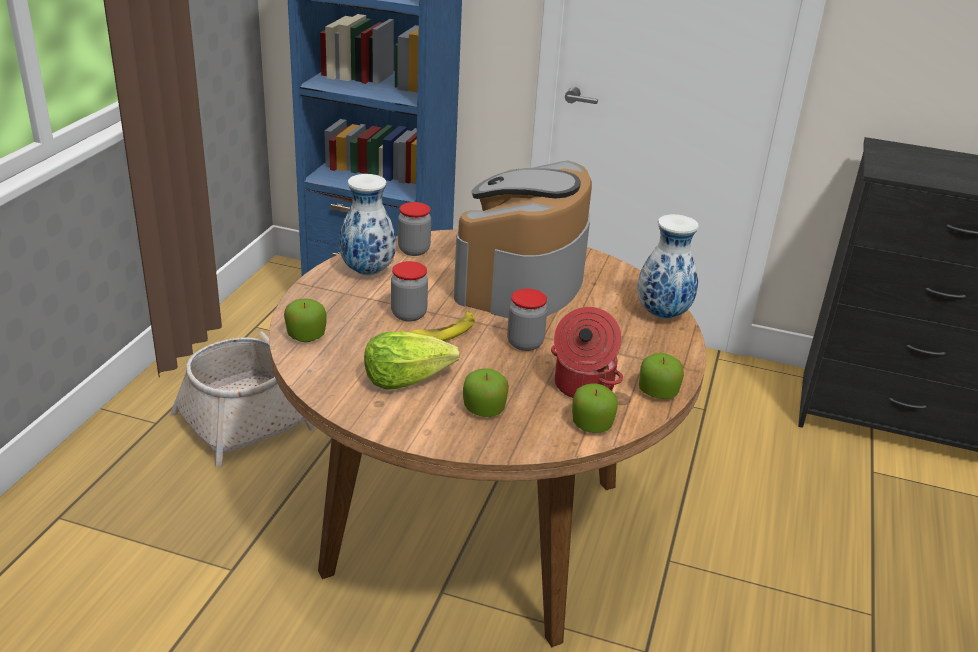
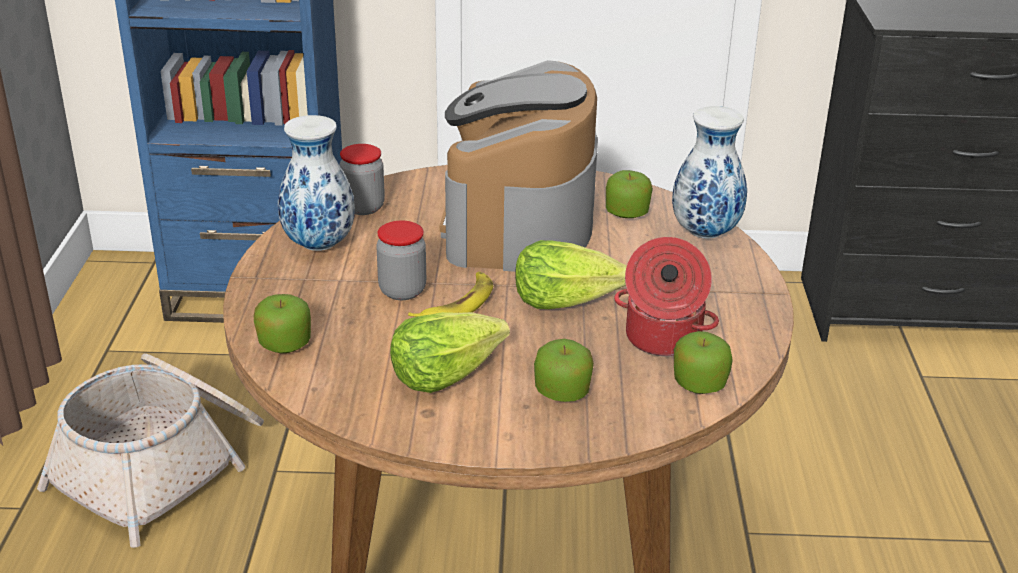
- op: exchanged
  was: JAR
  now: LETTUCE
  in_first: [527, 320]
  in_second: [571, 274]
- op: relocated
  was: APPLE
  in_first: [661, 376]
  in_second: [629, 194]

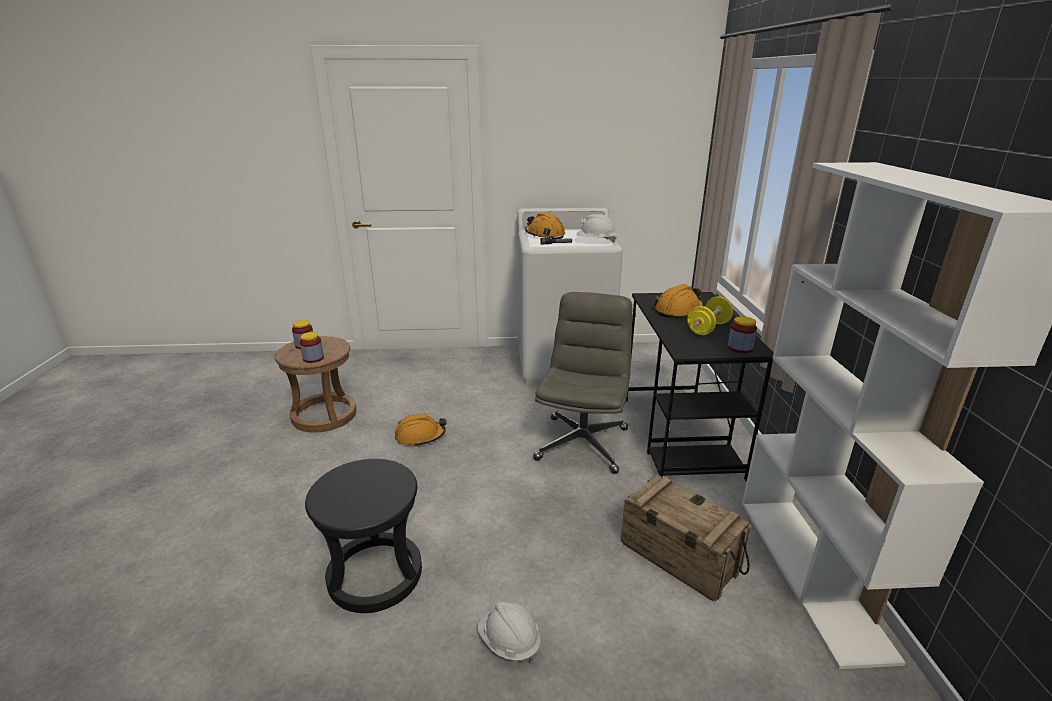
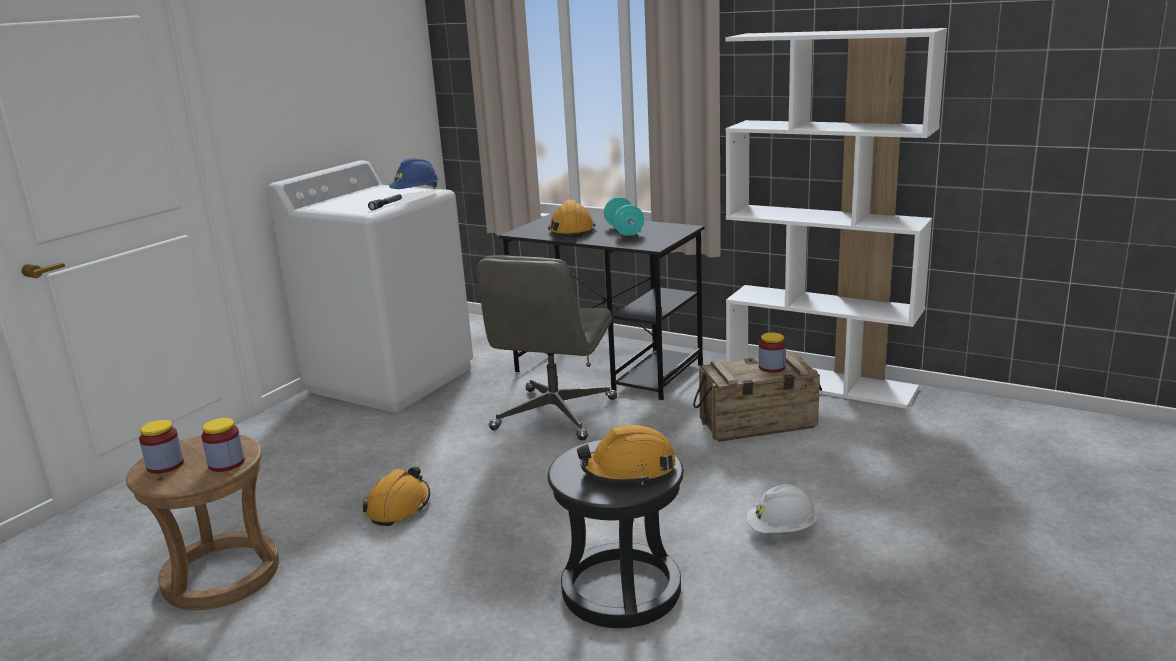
- op: relocated
  was: ORANGE HARD HAT
  in_first: [545, 225]
  in_second: [626, 455]
- op: colour
  was: WHITE HARD HAT
  now: BLUE HARD HAT
  in_first: [597, 228]
  in_second: [414, 173]
- op: spun
  was: GREY OFFICE CHAIR
  in_first: [582, 383]
  in_second: [547, 347]
  clockwise: -120
- op: colour
  was: YELLOW DUMBBELL
  now: TURQUOISE DUMBBELL
  in_first: [710, 315]
  in_second: [624, 216]
- op: relocated
  was: JAR
  in_first: [742, 334]
  in_second: [772, 352]

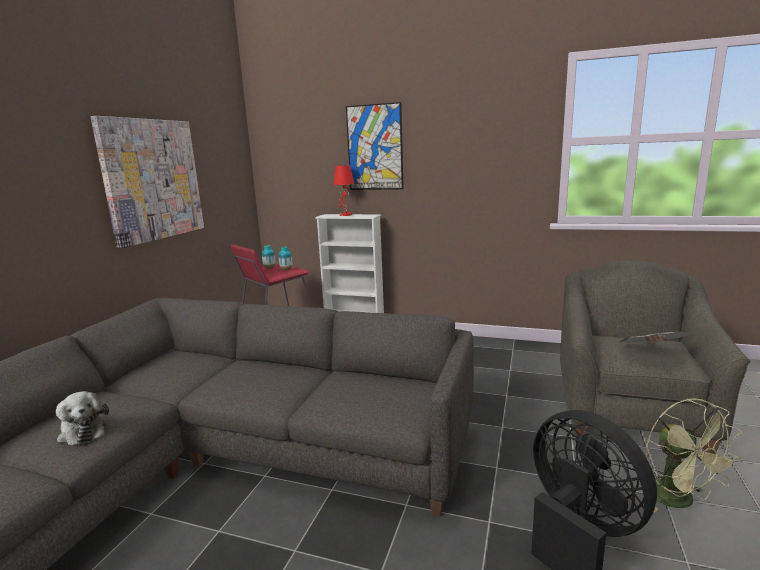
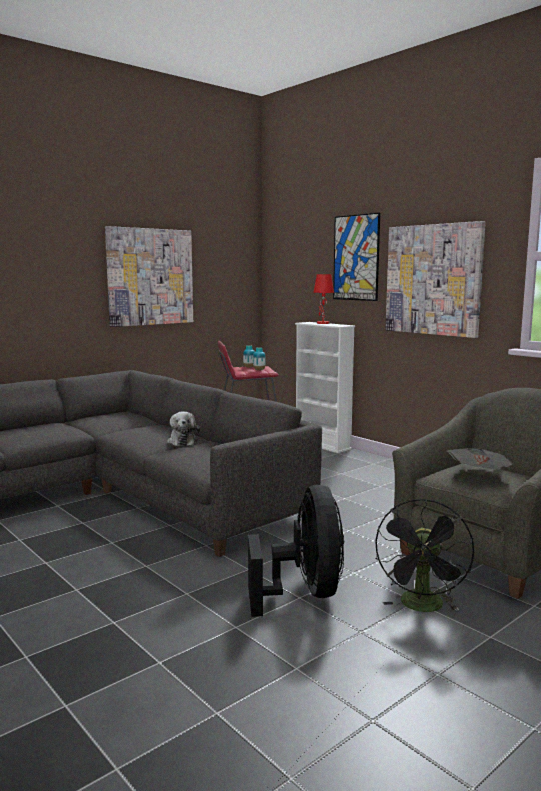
- op: relocated
  was: PLUSH TOY
  in_first: [82, 418]
  in_second: [183, 428]
- op: colour
  was: GREEN FAN
  now: BLACK FAN
  in_first: [694, 456]
  in_second: [424, 555]
- op: appeared
  now: PICTURE
  in_second: [436, 279]

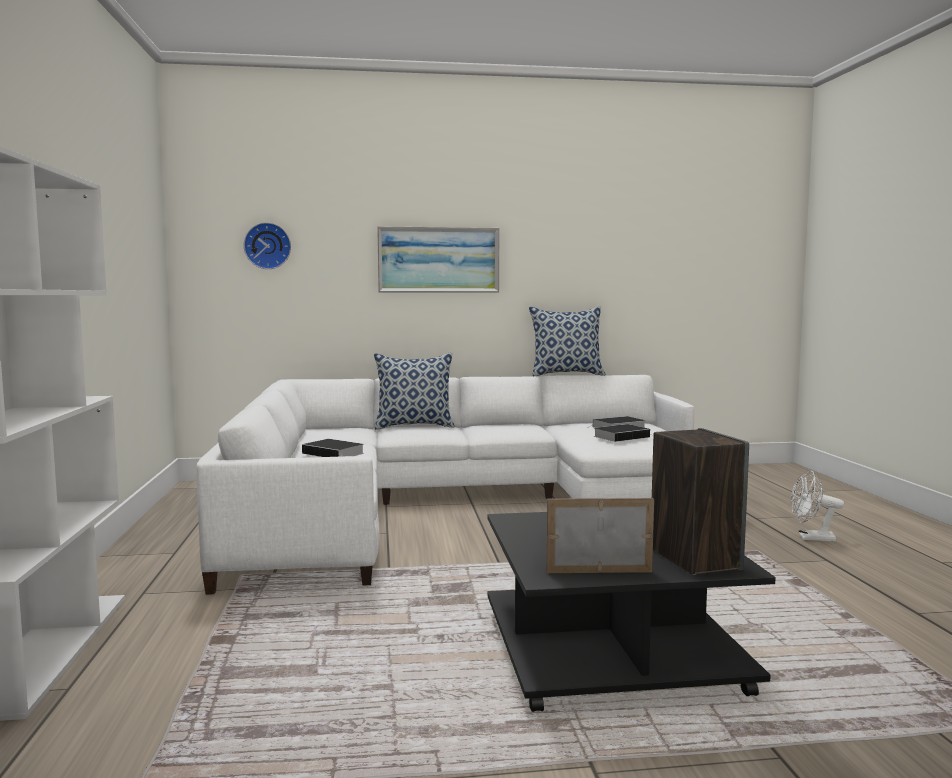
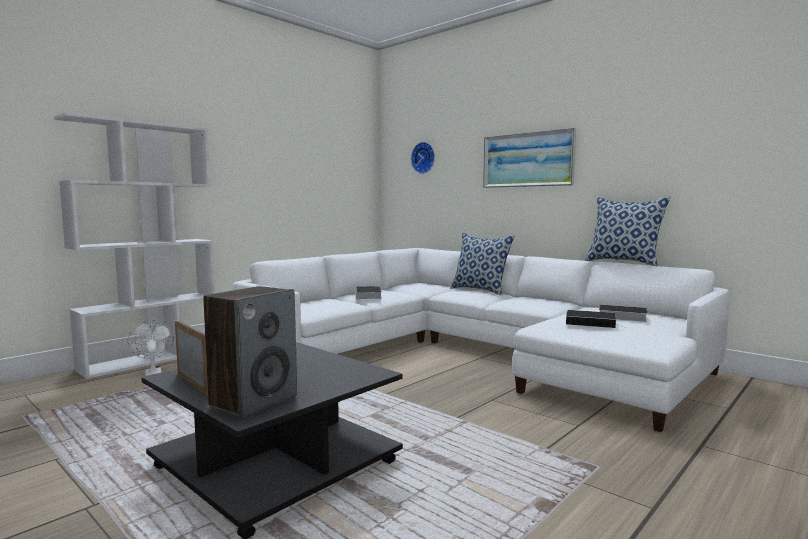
- op: relocated
  was: WHITE FAN
  in_first: [817, 506]
  in_second: [151, 348]

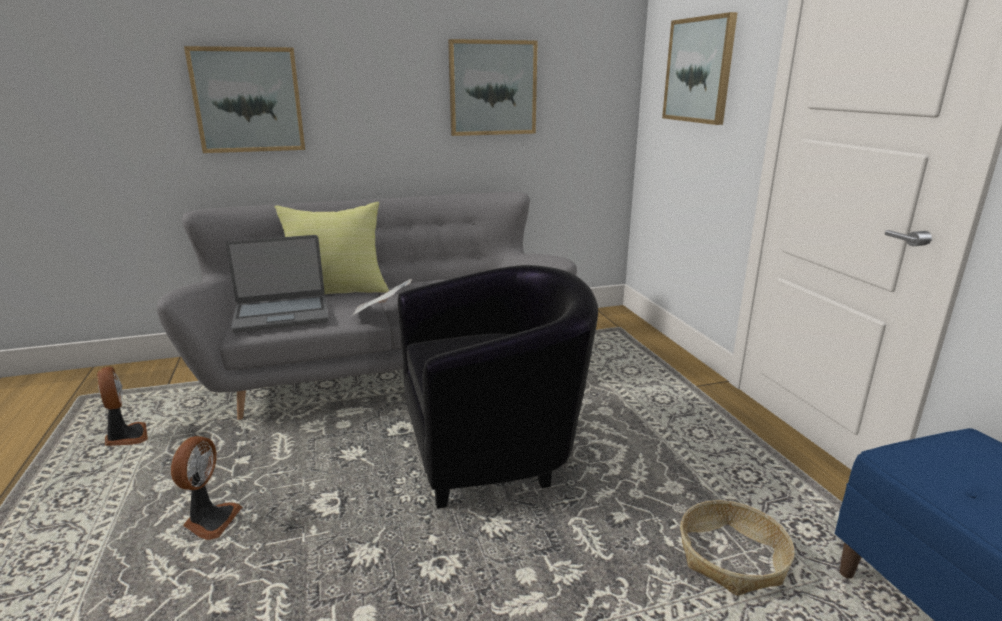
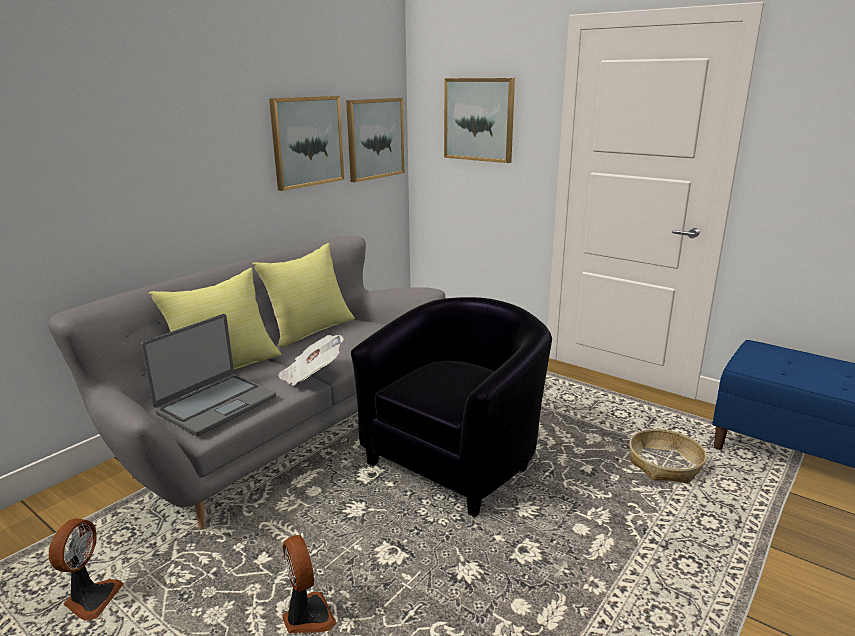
- op: relocated
  was: PICTURE
  in_first: [244, 99]
  in_second: [375, 140]
- op: spun
  was: FAN
  in_first: [122, 406]
  in_second: [86, 569]
  clockwise: 75
- op: appeared
  now: YELLOW PILLOW
  in_second: [303, 295]

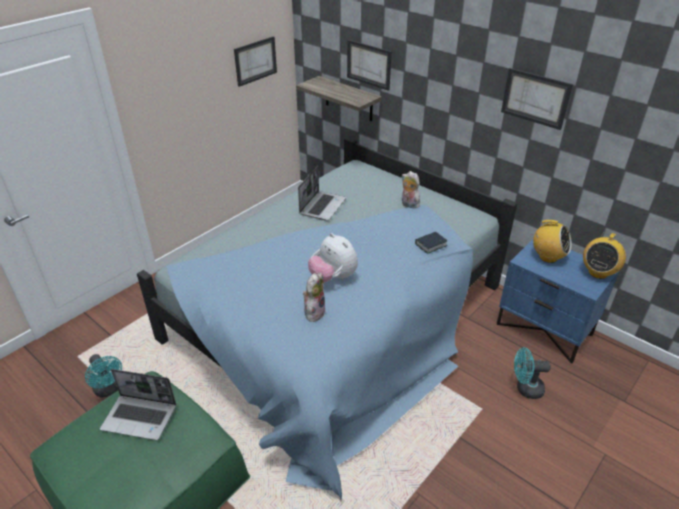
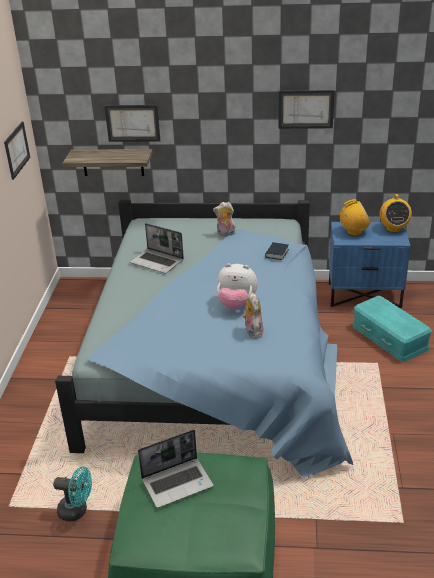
- op: spun
  was: LAPTOP
  in_first: [322, 193]
  in_second: [157, 248]
  clockwise: 135
- op: exchanged
  was: TURQUOISE FAN
  now: TURQUOISE STORAGE BOX
  in_first: [532, 373]
  in_second: [392, 329]

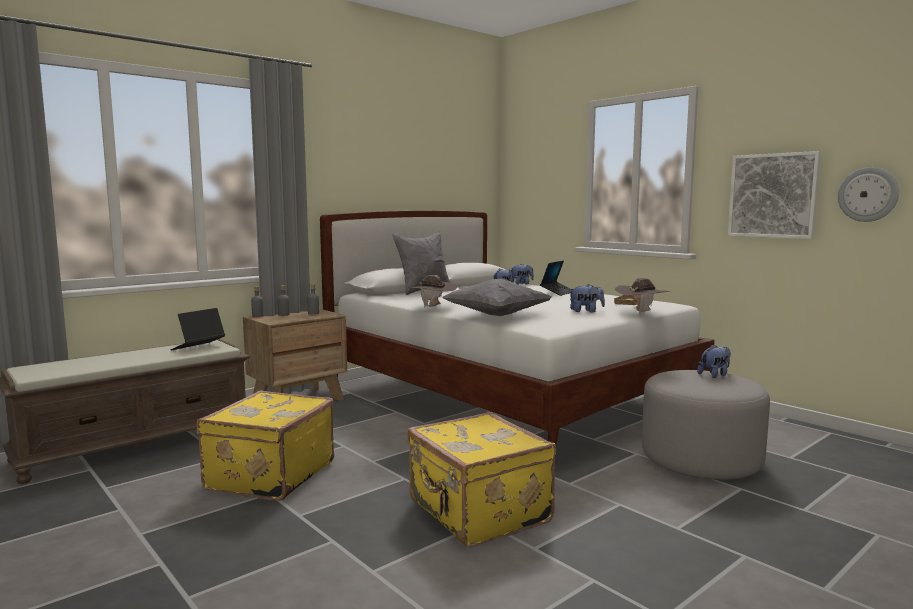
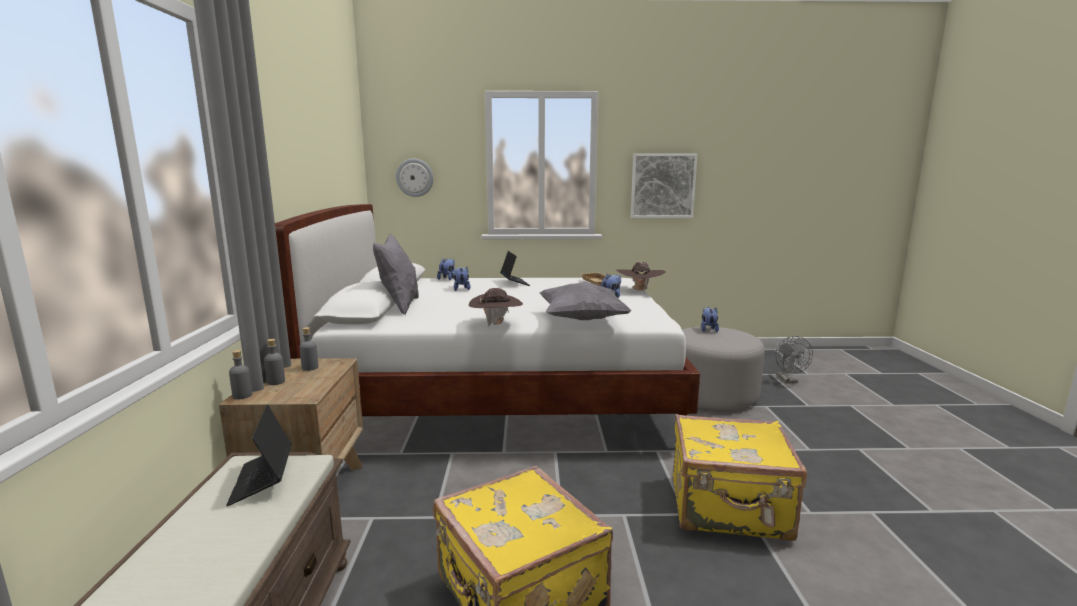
- op: relocated
  was: WALL CLOCK
  in_first: [868, 194]
  in_second: [414, 178]
- op: appeared
  now: GREY FAN
  in_second: [794, 359]

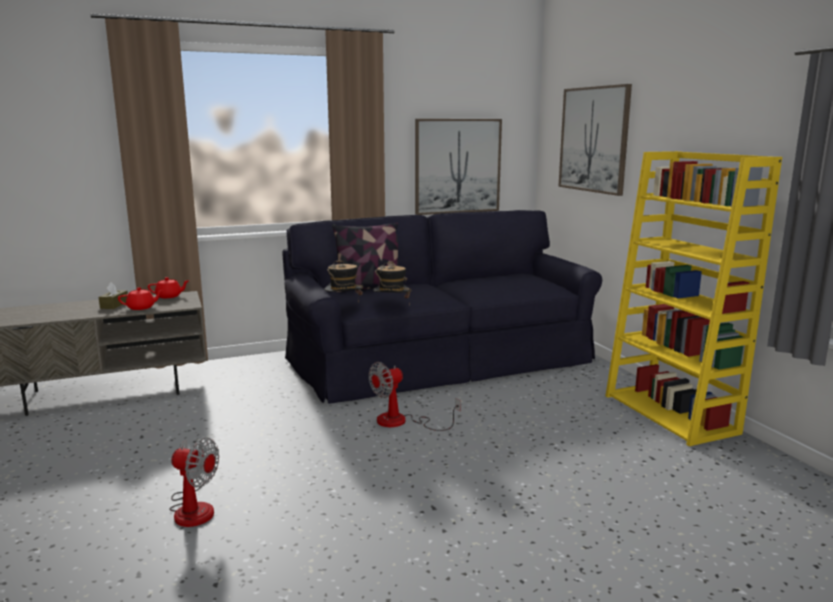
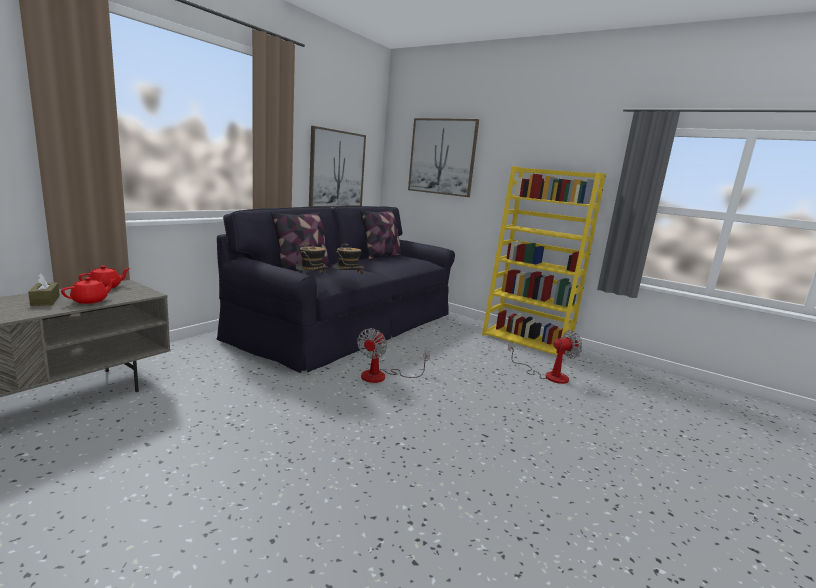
- op: relocated
  was: FAN
  in_first: [194, 482]
  in_second: [545, 357]
- op: appeared
  now: PILLOW
  in_second: [381, 234]

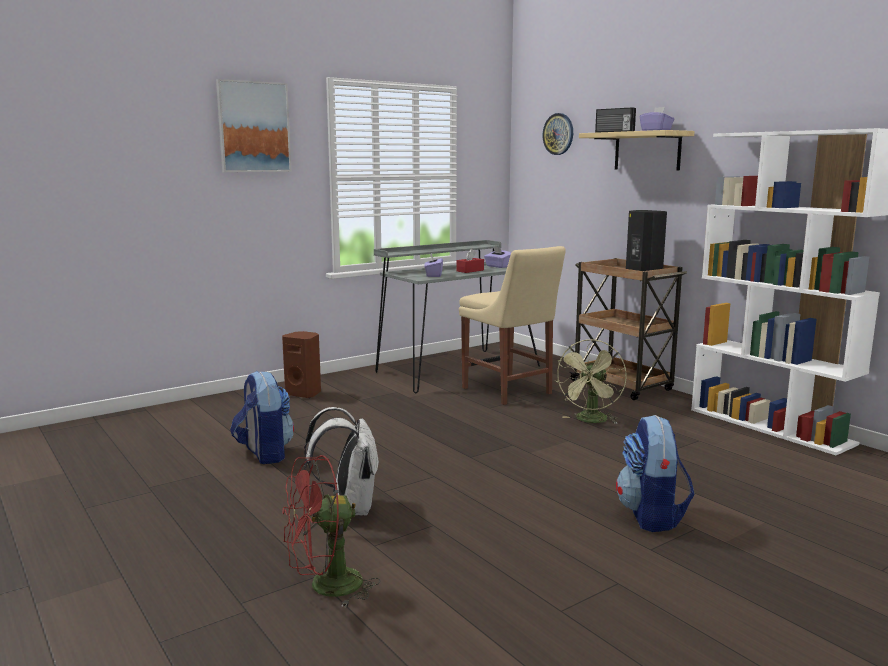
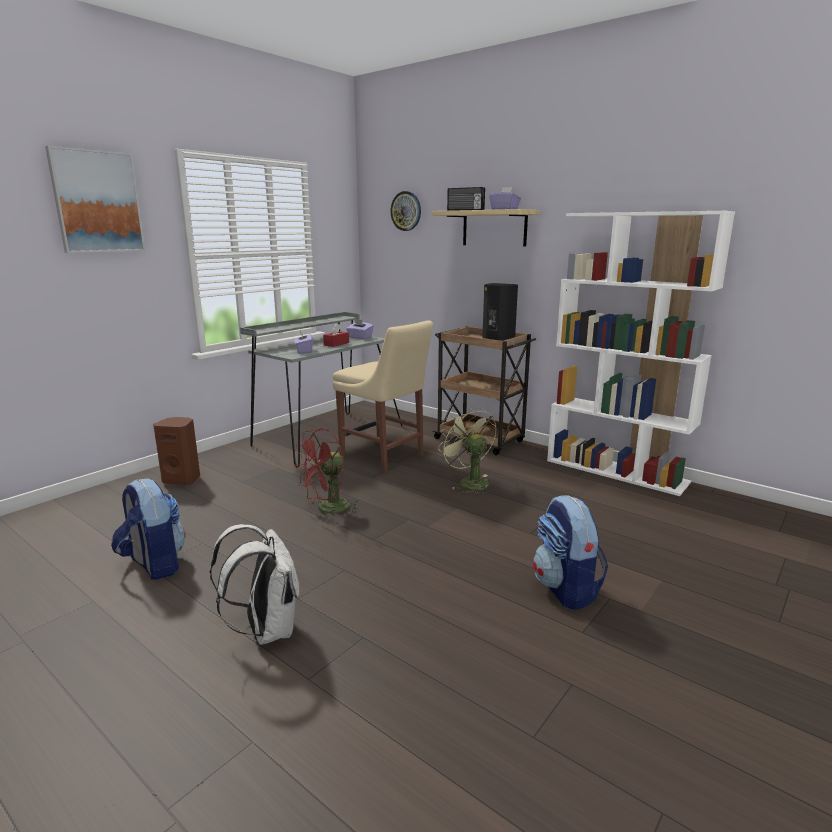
- op: spun
  was: GREEN FAN
  in_first: [591, 381]
  in_second: [467, 451]
  clockwise: 135
- op: relocated
  was: RED FAN
  in_first: [331, 531]
  in_second: [327, 472]

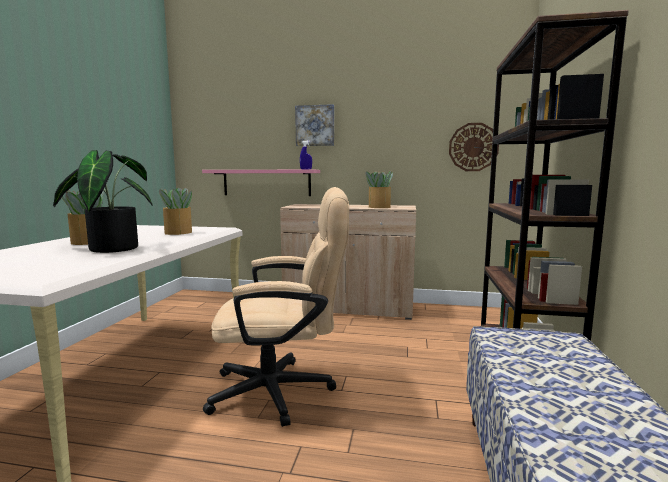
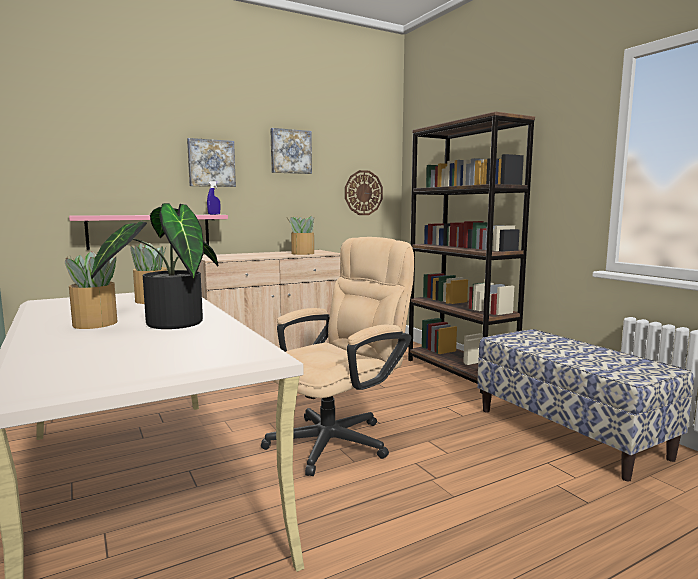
- op: appeared
  now: PICTURE
  in_second: [291, 151]

